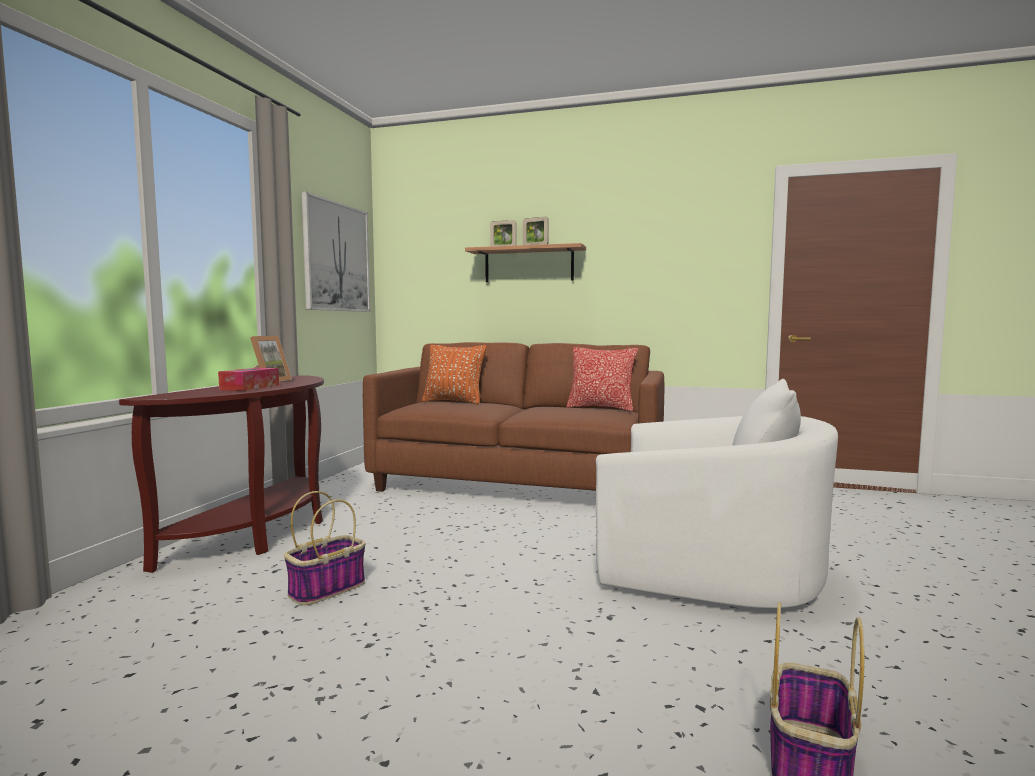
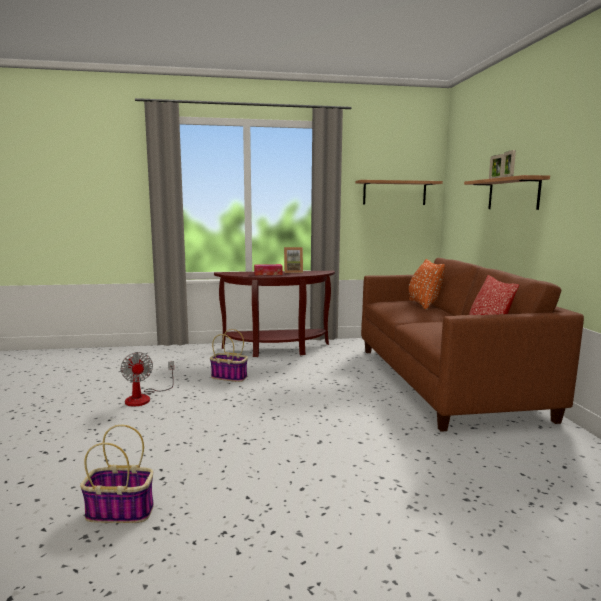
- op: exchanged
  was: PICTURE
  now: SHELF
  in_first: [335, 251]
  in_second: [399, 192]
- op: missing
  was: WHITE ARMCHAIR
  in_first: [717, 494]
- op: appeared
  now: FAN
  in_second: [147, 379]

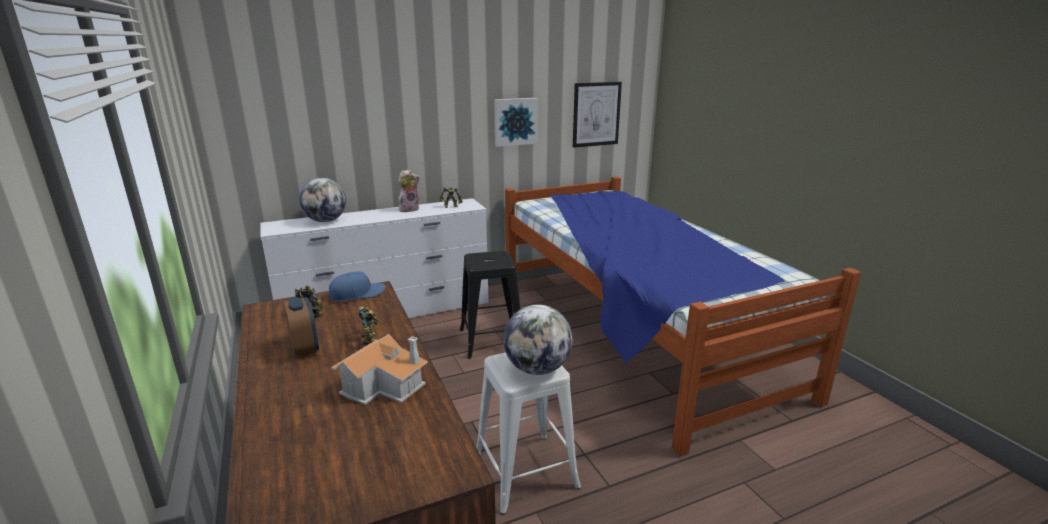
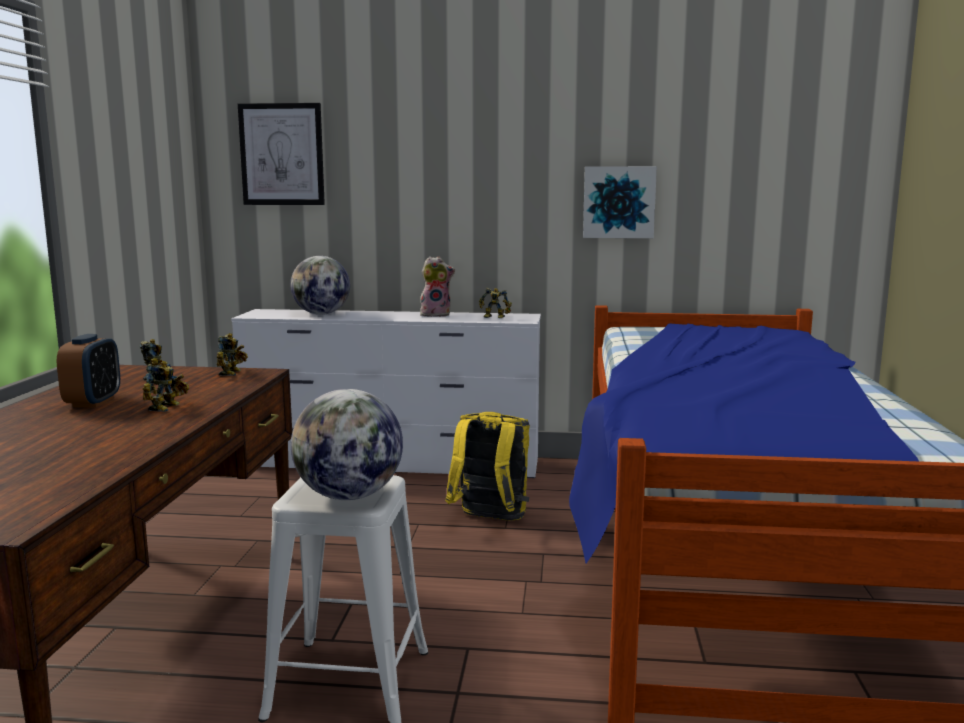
- op: relocated
  was: PICTURE
  in_first: [597, 115]
  in_second: [281, 154]
- op: exchanged
  was: BLACK STOOL
  now: YELLOW BACKPACK
  in_first: [490, 305]
  in_second: [487, 466]
- op: exchanged
  was: BLUE CAP
  now: TOY ROBOT
  in_first: [356, 286]
  in_second: [232, 354]
- op: missing
  was: TOY HOUSE
  in_first: [379, 369]

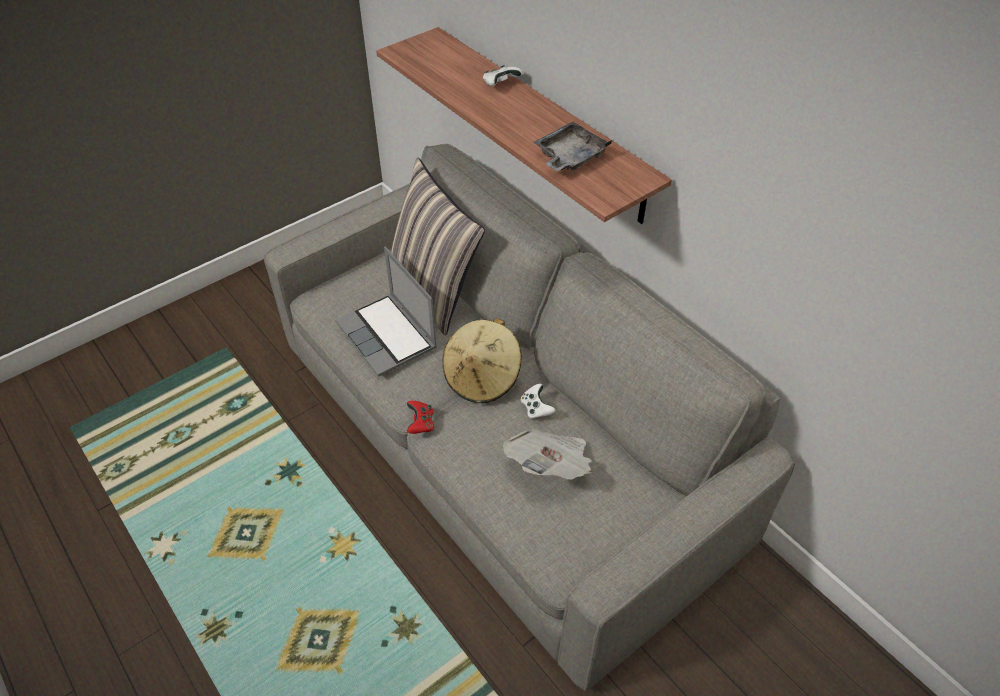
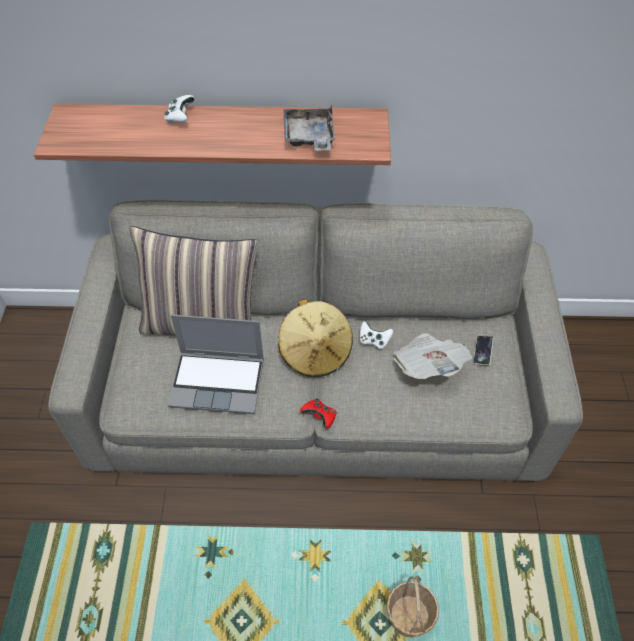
- op: appeared
  now: PHONE
  in_second: [483, 350]
- op: appeared
  now: BASKET
  in_second: [412, 607]

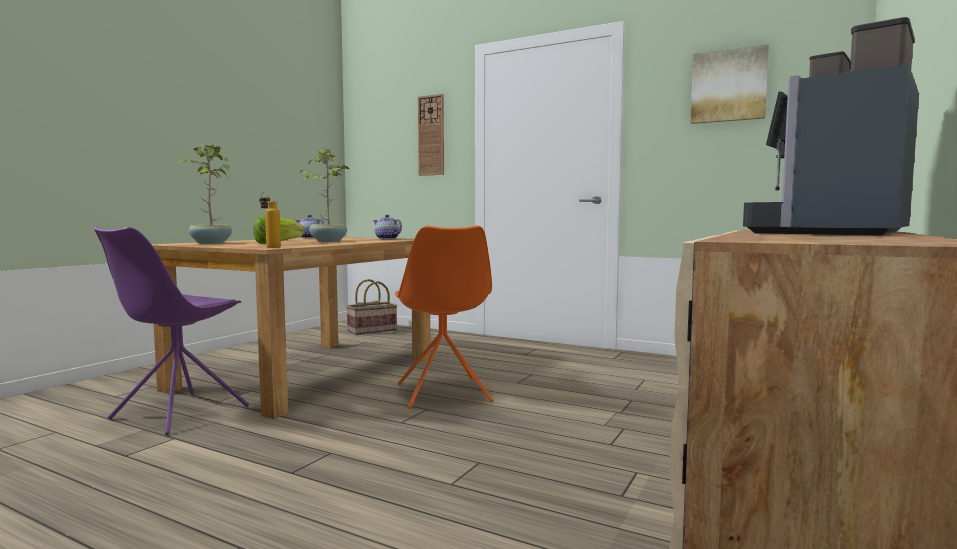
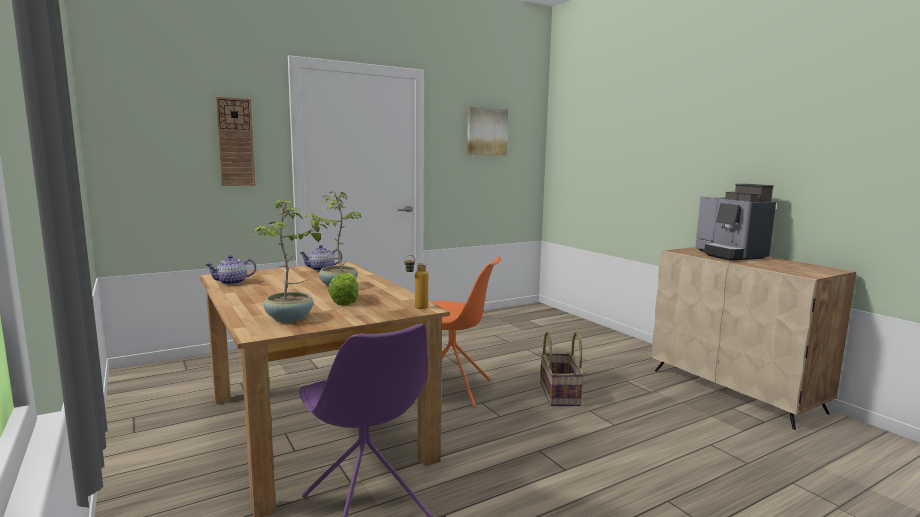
- op: relocated
  was: BASKET
  in_first: [371, 307]
  in_second: [562, 369]

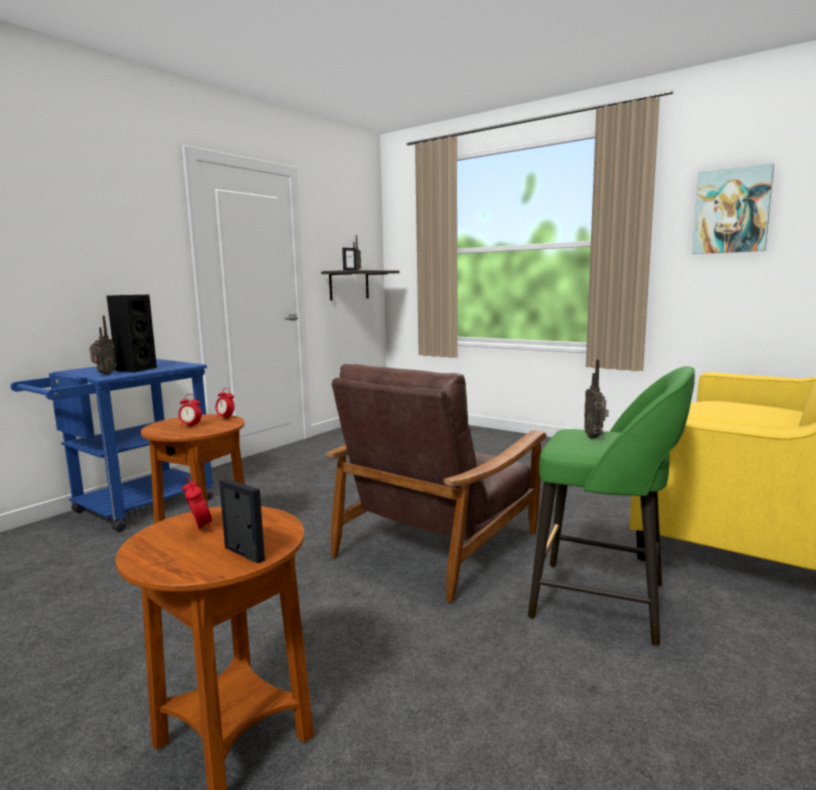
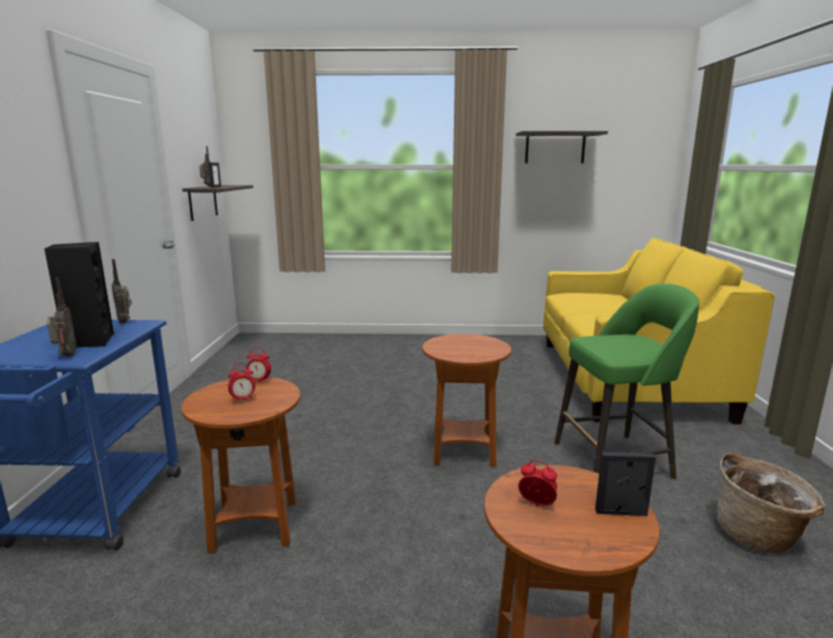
- op: exchanged
  was: PICTURE
  now: SHELF
  in_first: [733, 208]
  in_second: [562, 147]
- op: relocated
  was: RADIO
  in_first: [596, 398]
  in_second: [122, 291]
- op: exchanged
  was: BROWN ARMCHAIR
  now: BROWN SIDE TABLE
  in_first: [436, 483]
  in_second: [466, 400]
- op: appeared
  now: BASKET
  in_second: [771, 503]

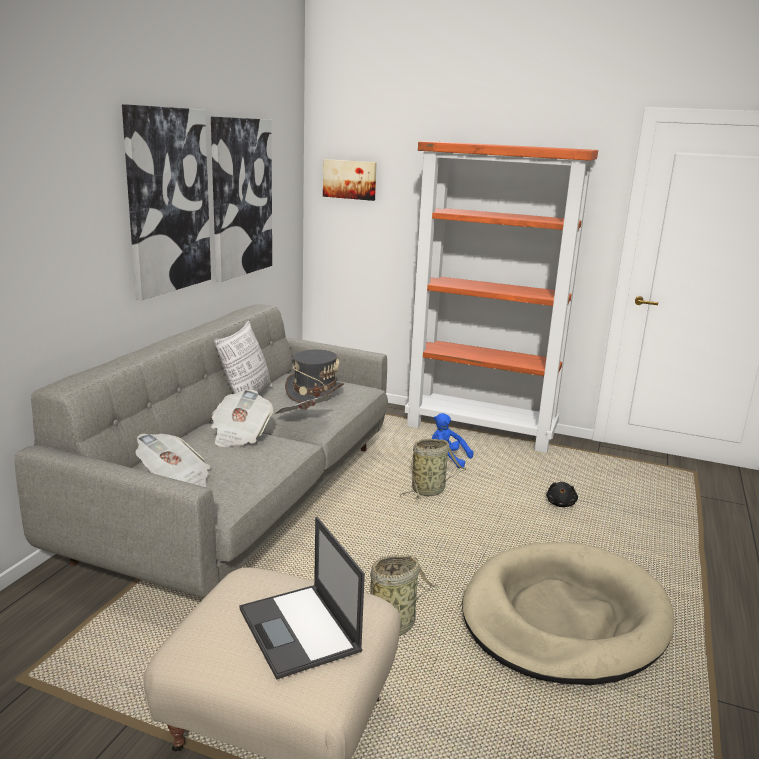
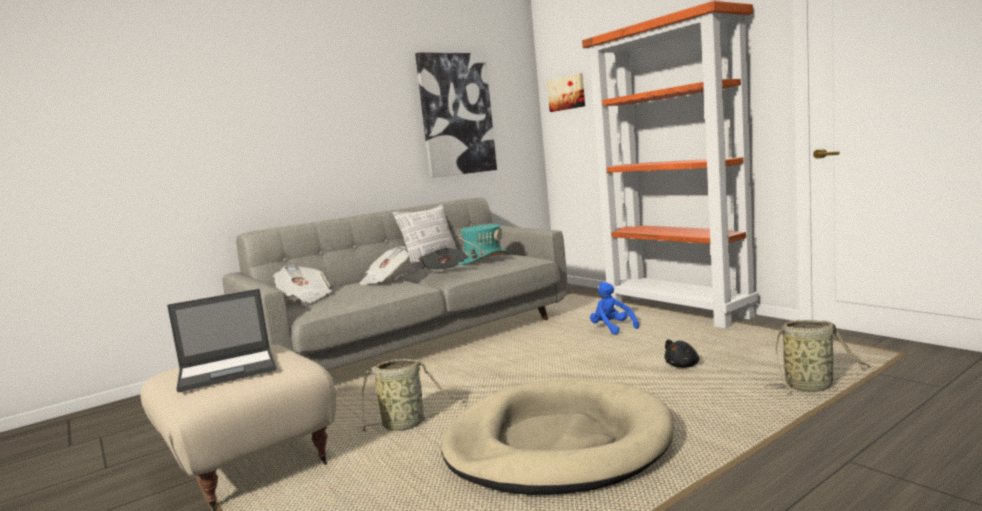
- op: missing
  was: PICTURE
  in_first: [166, 202]
- op: colour
  was: GREY HAT
  now: TURQUOISE HAT
  in_first: [314, 376]
  in_second: [484, 244]
- op: relocated
  was: BASKET
  in_first: [433, 469]
  in_second: [818, 356]
- op: spun
  was: LAPTOP
  in_first: [302, 598]
  in_second: [221, 341]
  clockwise: -120

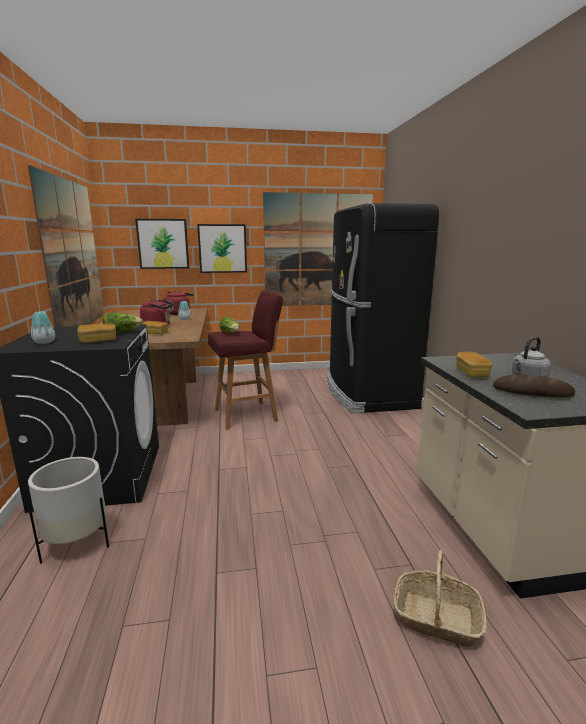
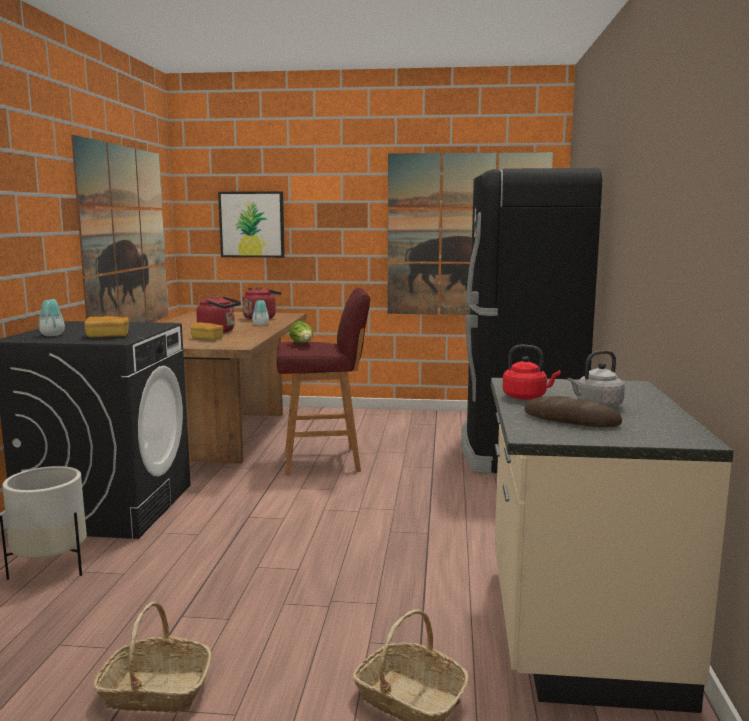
- op: missing
  was: PICTURE
  in_first: [222, 248]
- op: missing
  was: LETTUCE
  in_first: [123, 323]
- op: exchanged
  was: BREAD
  now: RED KETTLE
  in_first: [474, 365]
  in_second: [531, 372]
- op: appeared
  now: BASKET
  in_second: [152, 657]

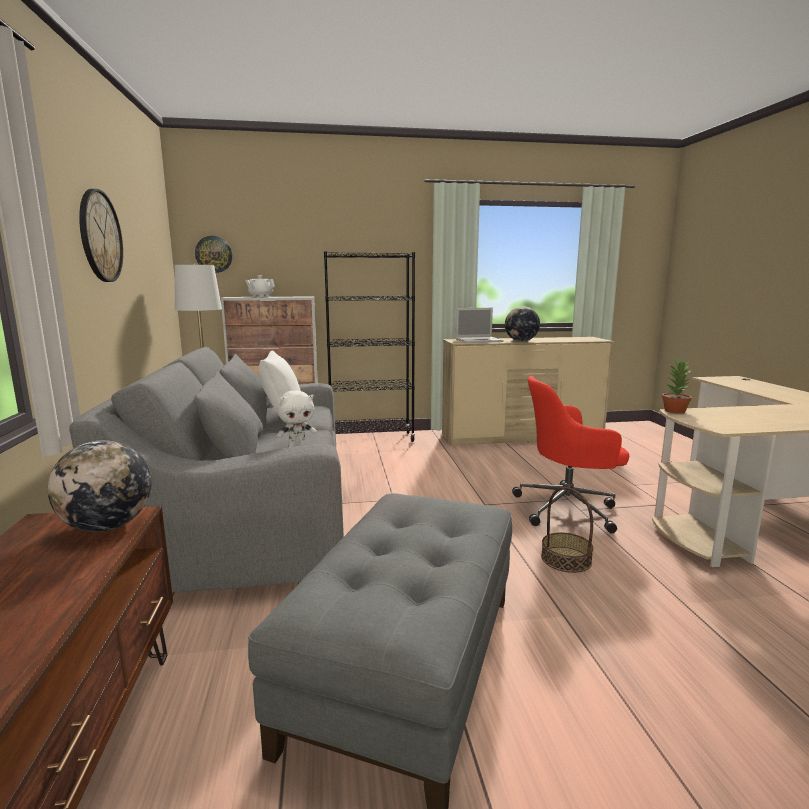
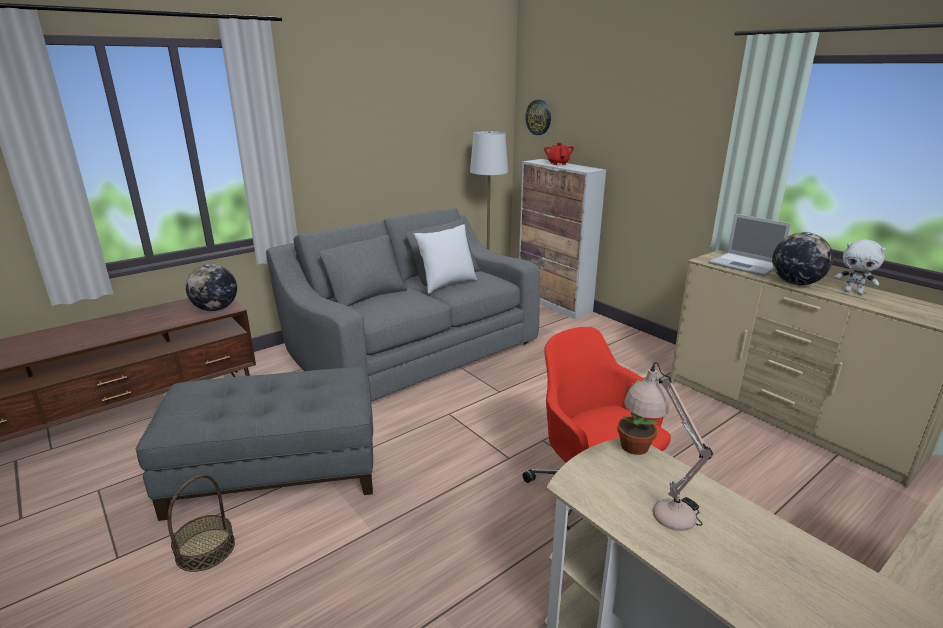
- op: missing
  was: WALL CLOCK
  in_first: [101, 235]
- op: missing
  was: BLACK BOOKCASE
  in_first: [369, 347]
- op: colour
  was: WHITE TEAPOT
  now: RED TEAPOT
  in_first: [260, 286]
  in_second: [559, 154]
- op: relocated
  was: WHITE PLUSH TOY
  in_first: [296, 418]
  in_second: [860, 267]
- op: relocated
  was: BASKET
  in_first: [567, 530]
  in_second: [201, 523]
- op: appeared
  now: BEIGE TABLE LAMP
  in_second: [669, 446]

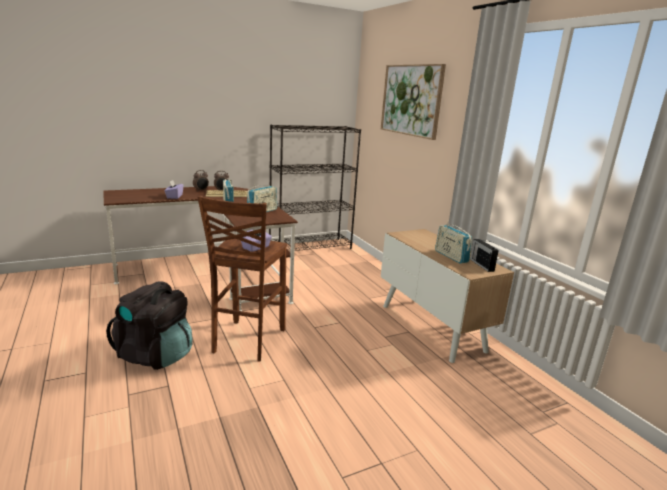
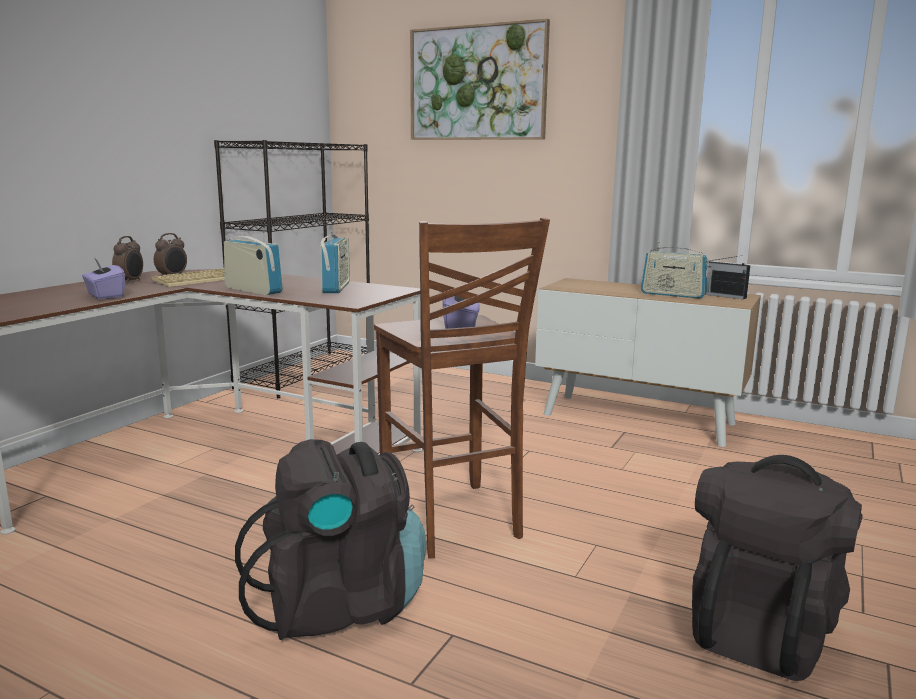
- op: appeared
  now: BLACK BACKPACK
  in_second: [777, 568]

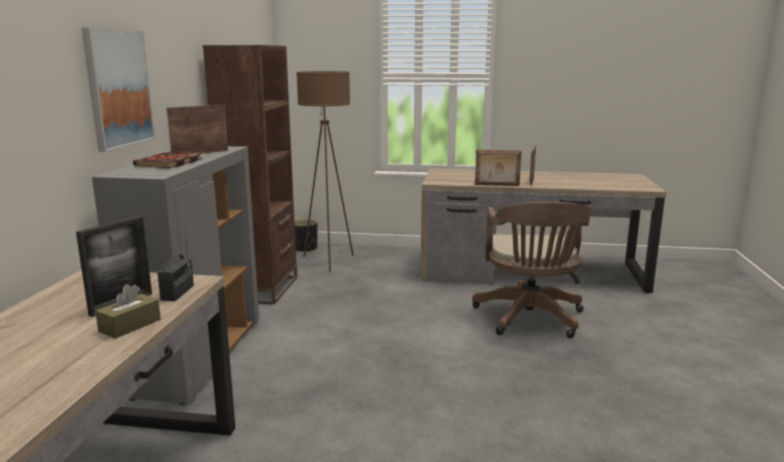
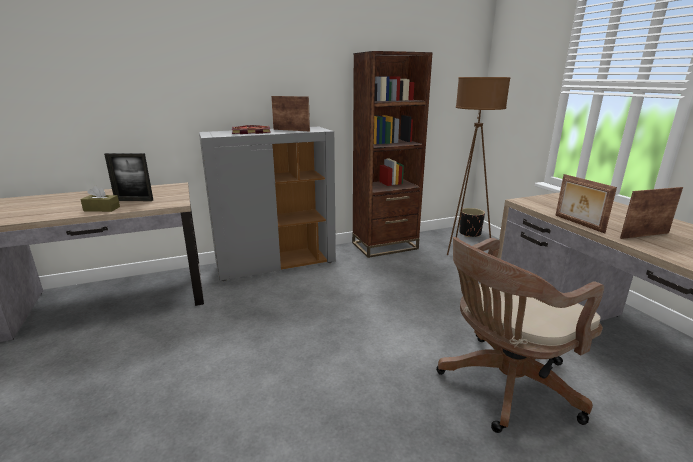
- op: missing
  was: PICTURE
  in_first: [118, 90]
- op: missing
  was: RADIO
  in_first: [175, 267]

